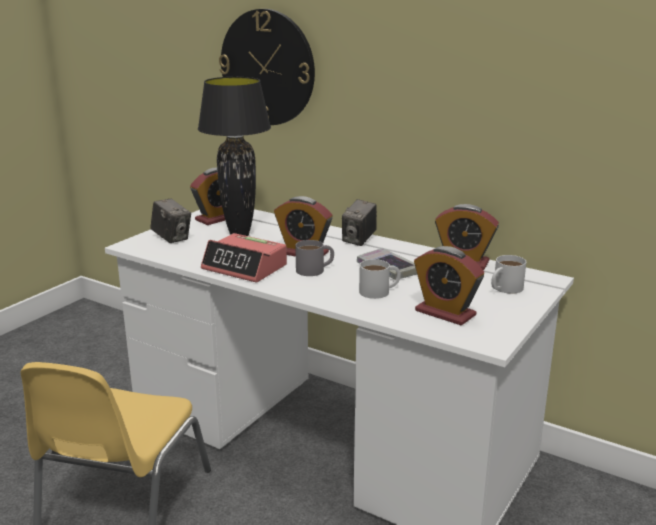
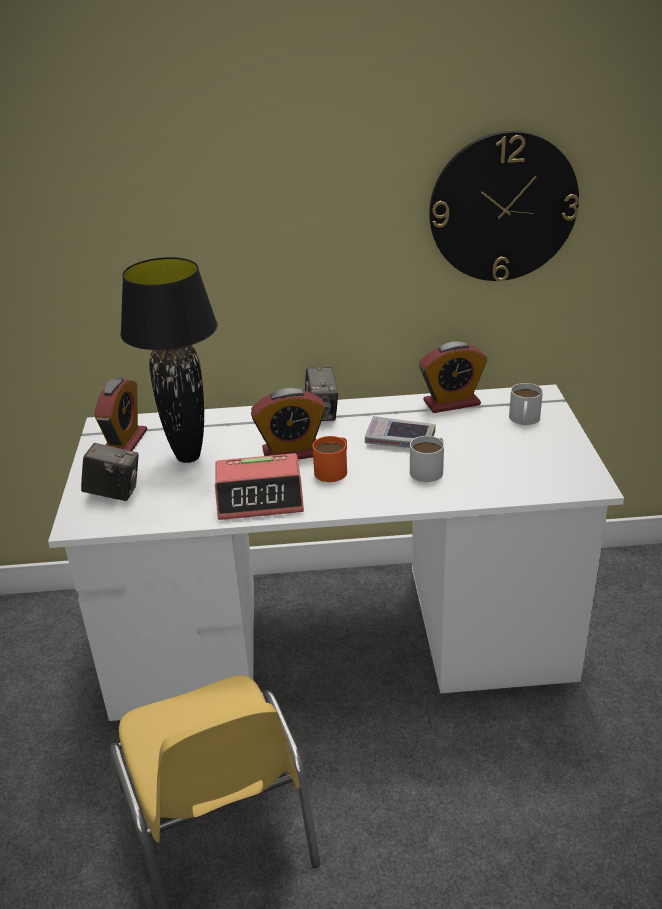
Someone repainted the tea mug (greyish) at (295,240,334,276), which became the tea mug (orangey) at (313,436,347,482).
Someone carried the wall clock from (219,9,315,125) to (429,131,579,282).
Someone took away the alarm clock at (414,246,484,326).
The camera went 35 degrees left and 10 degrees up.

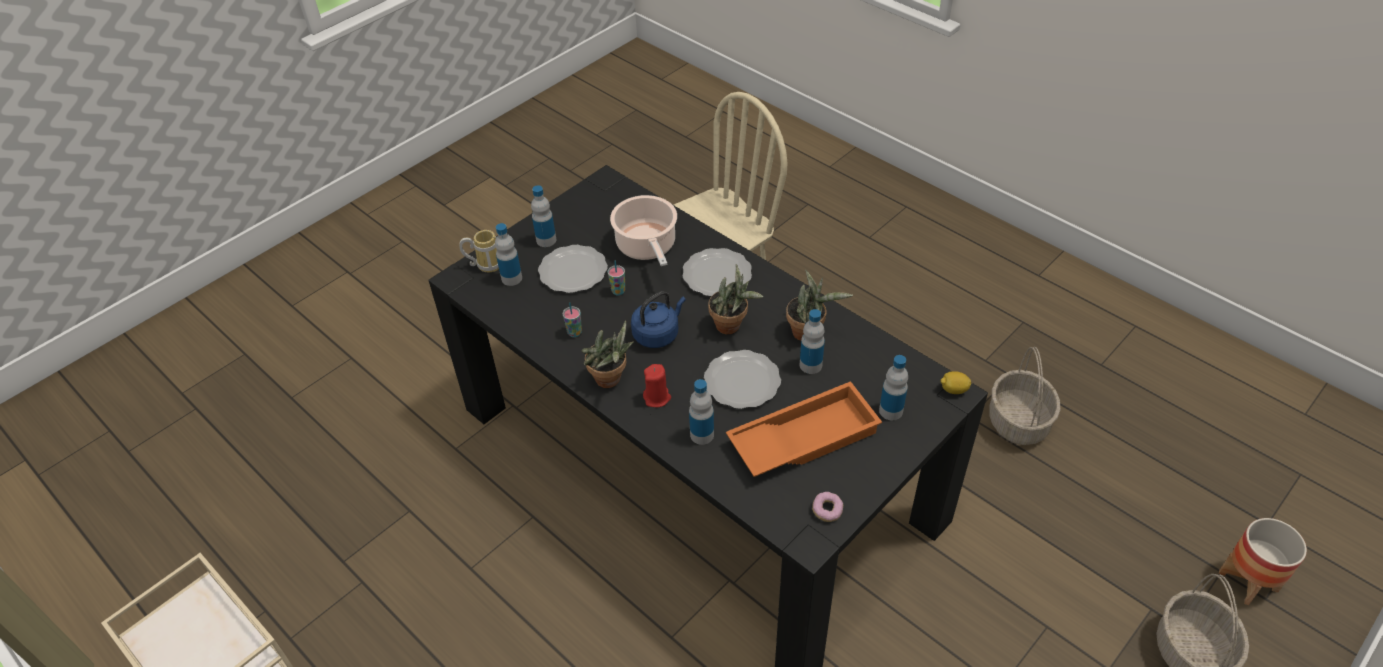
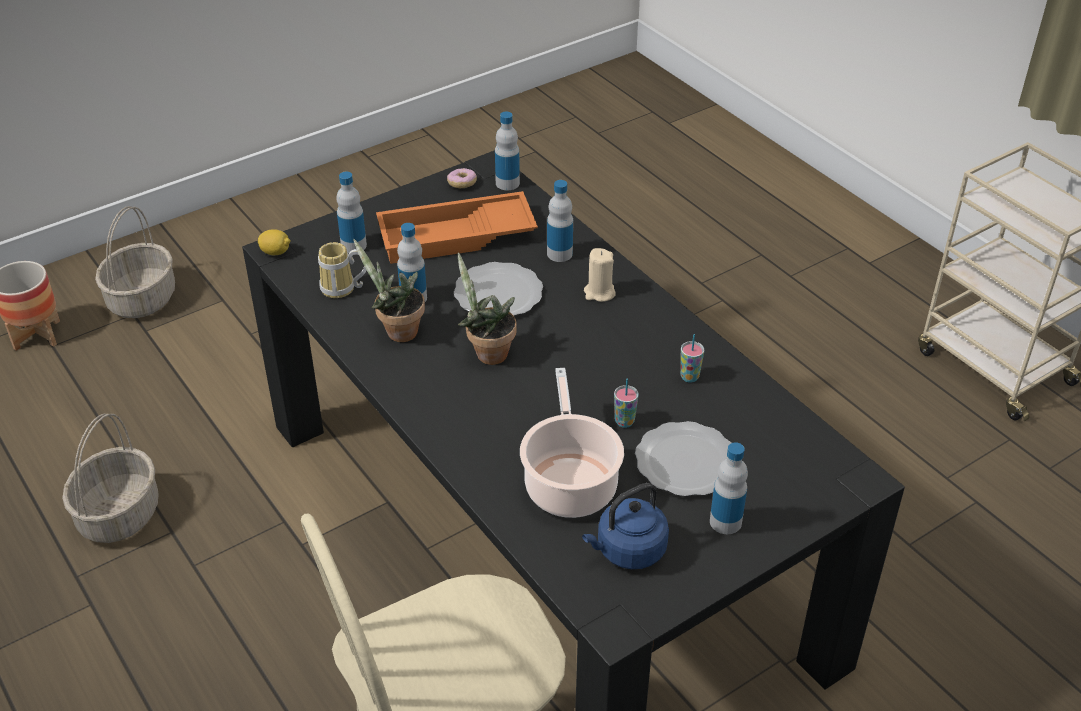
Someone carried the tea mug from (459,230,499,272) to (318,242,367,298).
Someone carried the drink bottle from (495,223,522,286) to (495,112,520,190).
Someone carried the water kettle (bluish) from (631,291,686,348) to (582,483,669,569).
Someone repainted the candle (red) at (643,364,671,407), which became the candle (beige-coloured) at (584,248,616,302).
Someone took away the potted plant at (582,320,634,388).
Someone took away the flat dish at (682,248,752,296).
The camera went 170 degrees left and 5 degrees down.

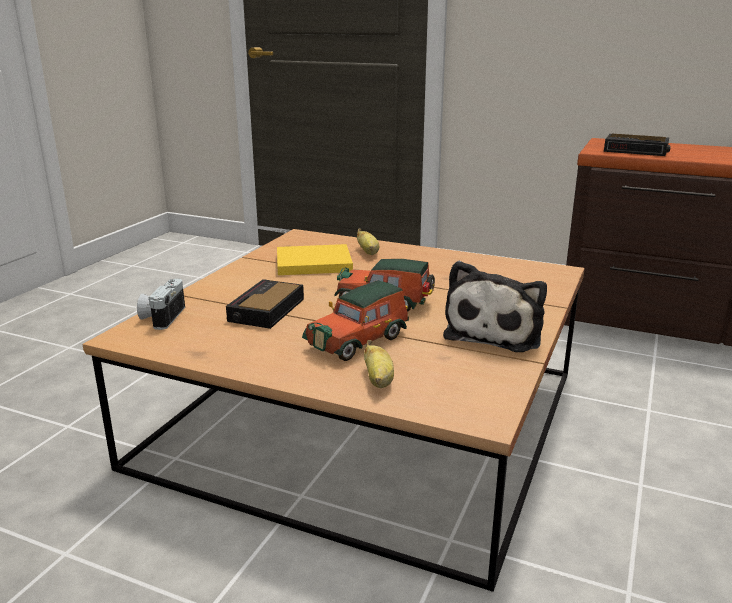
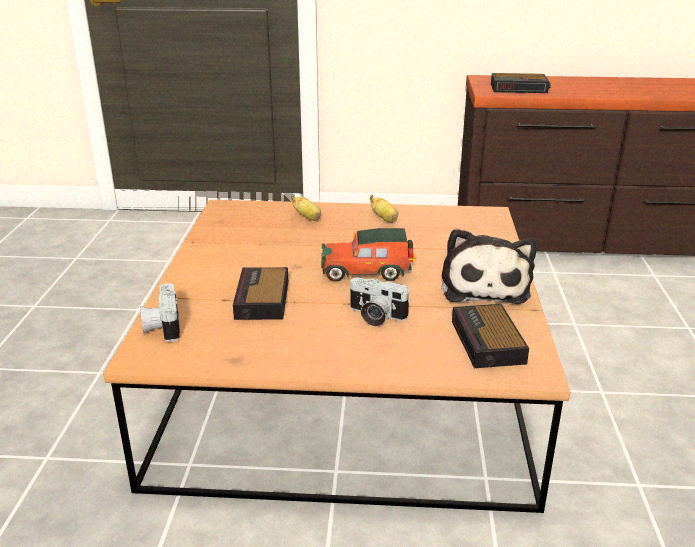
Someone swapped the model car at (302,280,409,361) for the photo camera at (349,278,411,326).
Someone carried the whole banana from (364,340,394,388) to (370,195,398,223).
Someone put down the alarm clock at (452,304,529,368).
Someone took away the volume (yellow-coloured) at (277,244,353,275).
The camera went 20 degrees left and 5 degrees up.

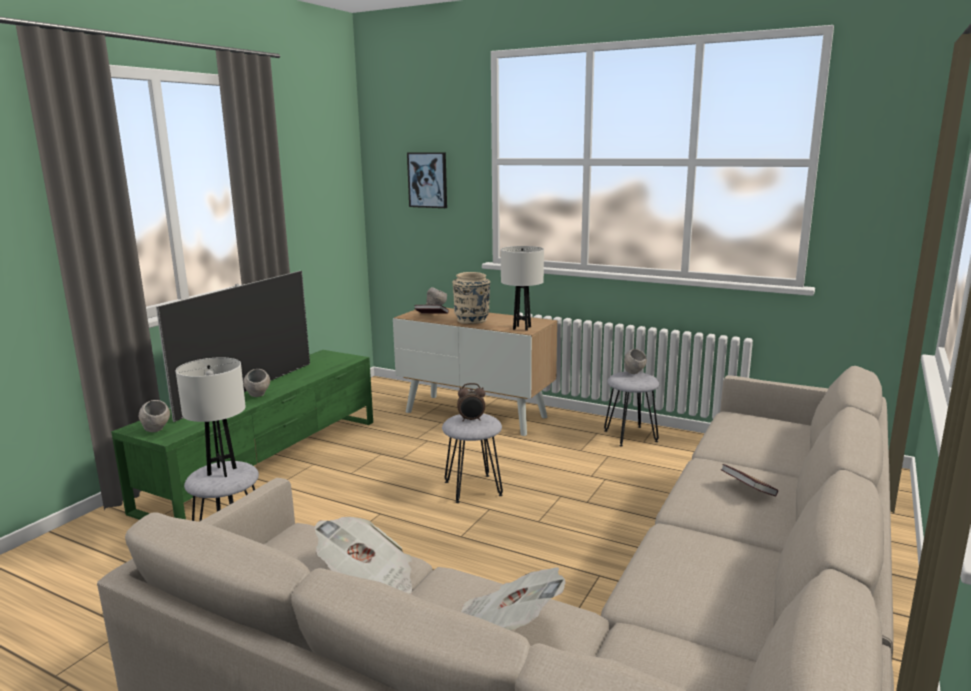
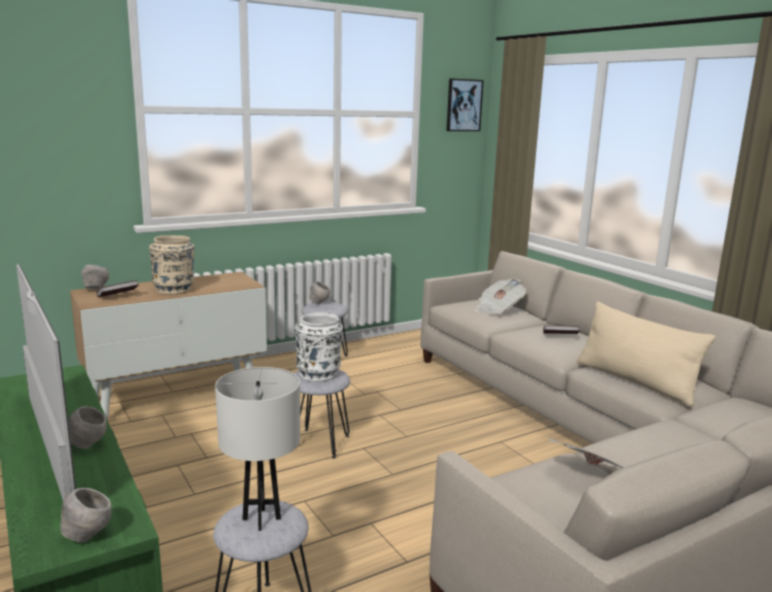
Someone swapped the alarm clock at (457,383,486,421) for the decorative vase (white-coloured) at (295,313,343,382).
Someone carried the picture from (407,152,447,208) to (446,78,484,131).
Someone carried the daily paper from (461,567,566,630) to (474,279,526,315).
Someone put down the pillow (beige-coloured) at (577,301,716,407).
Someone took away the tabletop lamp (white-coloured) at (501,246,544,331).
The camera went 60 degrees left and 0 degrees up.

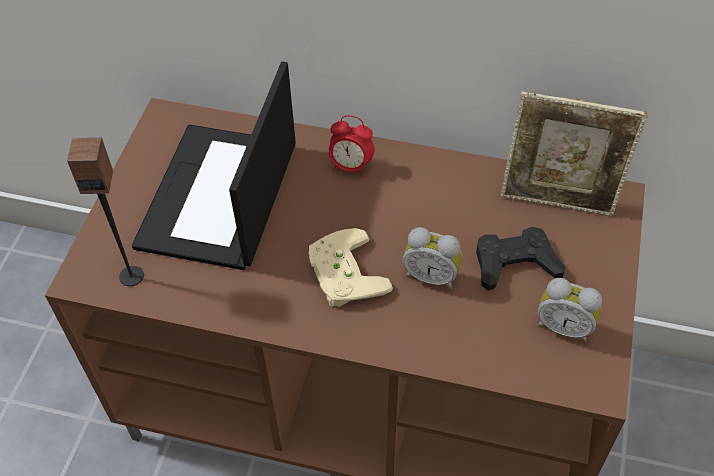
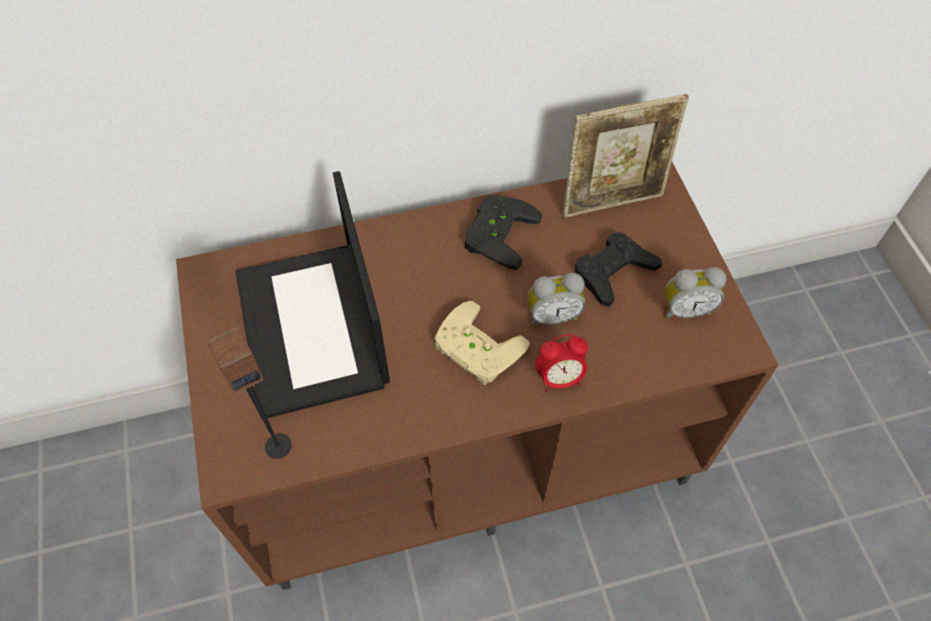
Someone put down the gamepad (blackish) at (465,195,542,270).
Someone carried the alarm clock from (329,115,374,177) to (535,334,588,392).
The camera went 30 degrees left and 5 degrees up.

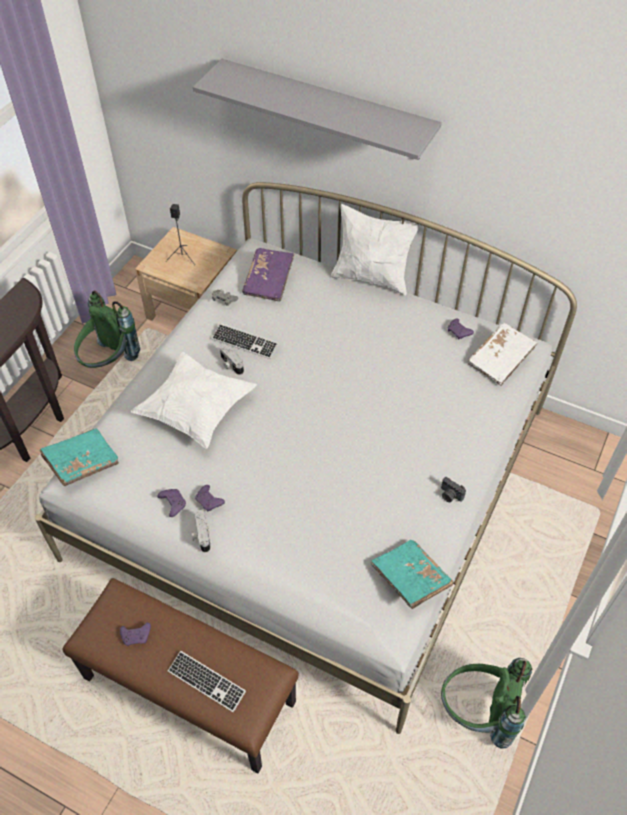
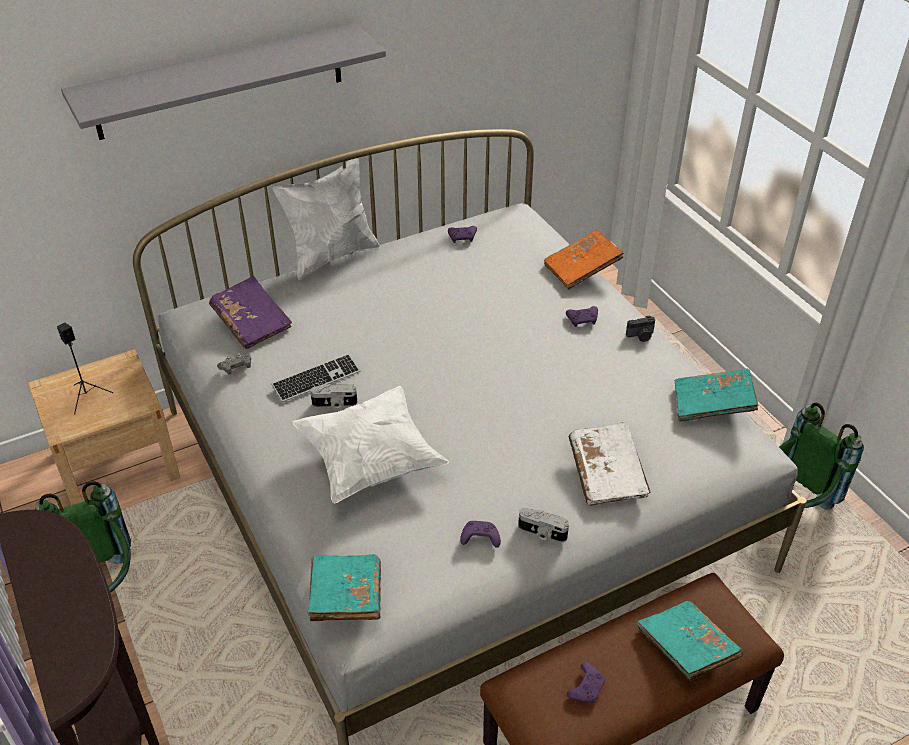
Someone put down the volume (orangey) at (544,230,624,289).
Someone carried the gamepad (purple) from (195,485,225,512) to (566,306,598,327).
Someone carried the volume (white-coloured) from (468,323,537,386) to (569,422,650,506).
Someone swapped the computer keyboard at (168,651,246,712) for the volume (turquoise-coloured) at (637,601,743,681).
The camera went 55 degrees left and 10 degrees down.

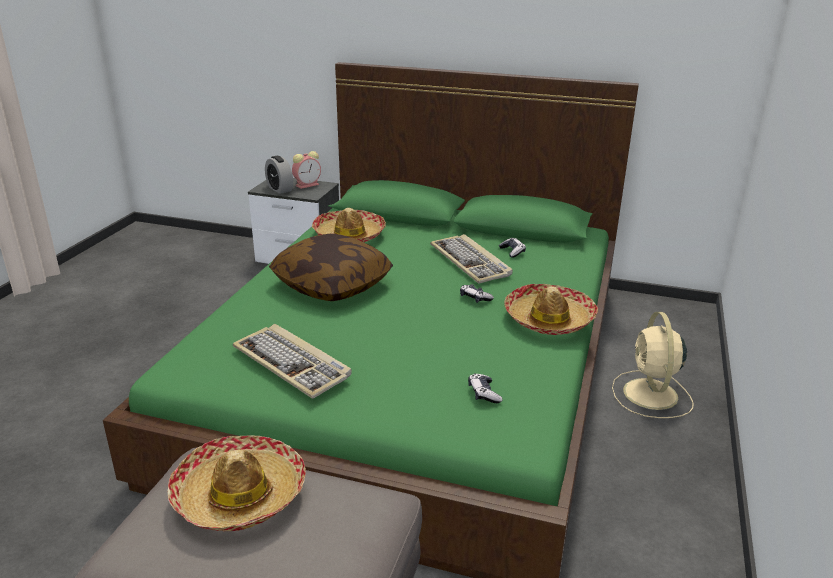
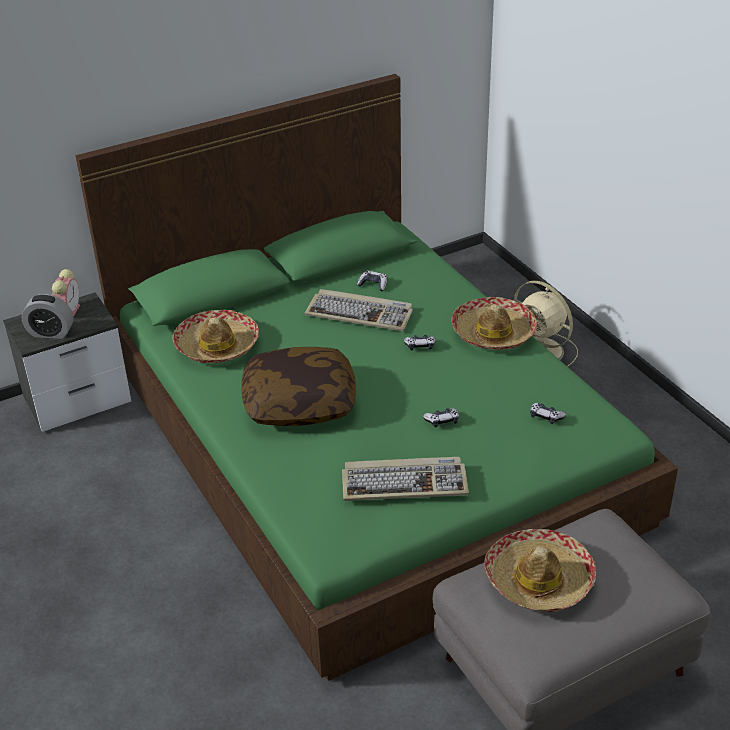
Someone put down the gamepad at (423,408,459,428).
The camera went 45 degrees left and 10 degrees up.

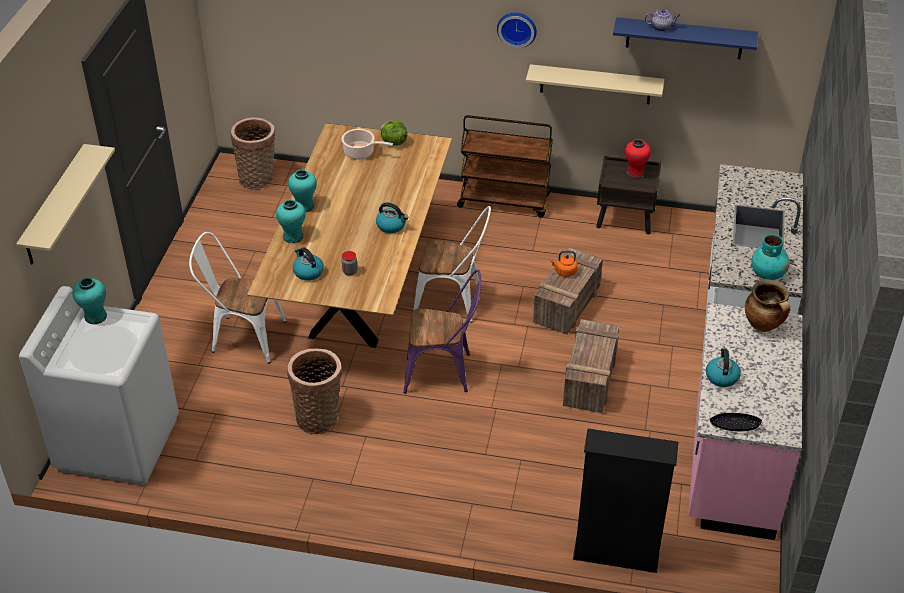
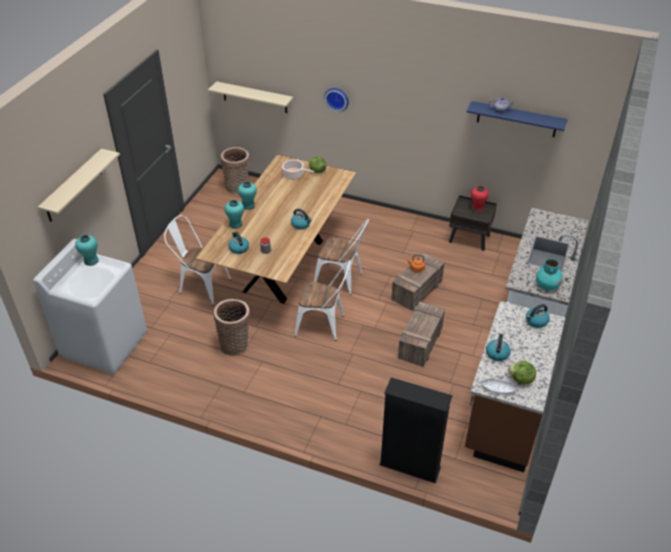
Someone carried the bracket shelf (beige-coloured) from (526,64,664,104) to (208,81,293,113).
Someone repainted the plain chair (purple) at (403,270,481,394), which became the plain chair (white-coloured) at (294,260,351,341).
Someone carried the wall clock from (497,12,537,48) to (324,88,349,112).
Someone repainted the kitchen base unit (pink) at (688,303,802,540), which became the kitchen base unit (brownish) at (465,301,565,472).
Someone repainted the serving bowl (blackish) at (710,413,762,431), which became the serving bowl (white-coloured) at (481,379,517,394).
Someone put down the lettuce at (508,361,536,384).
Someone swapped the stockpot at (745,279,790,332) for the water kettle at (526,304,549,328).
Someone took away the cart (brownish) at (457,115,553,218).
The camera went 10 degrees right and 0 degrees up.

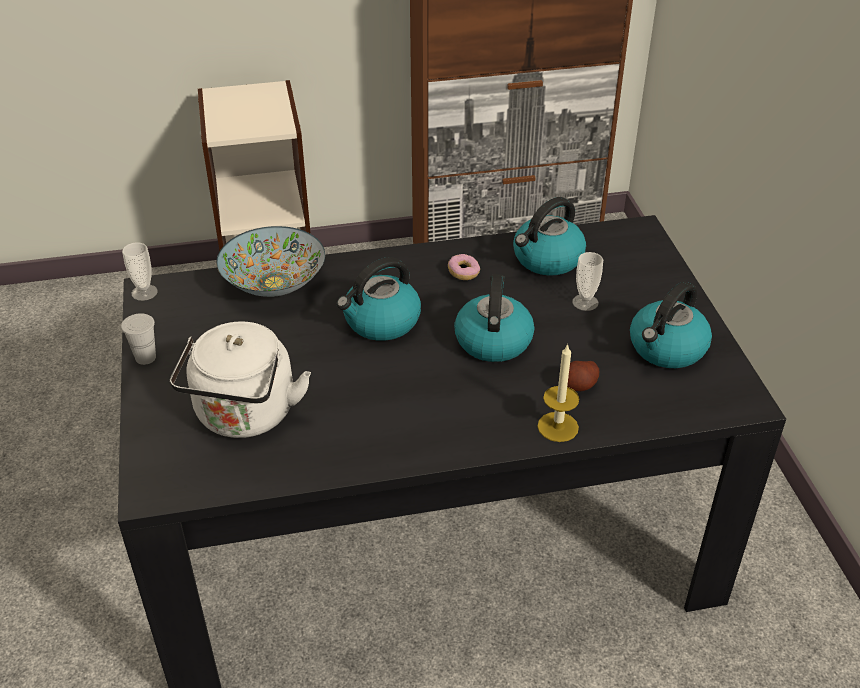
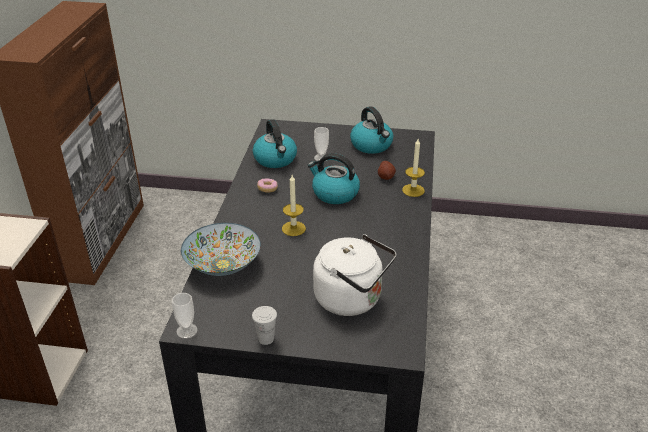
Someone swapped the water kettle at (337,257,421,341) for the candle at (282,175,306,236).
The camera went 70 degrees left and 5 degrees down.

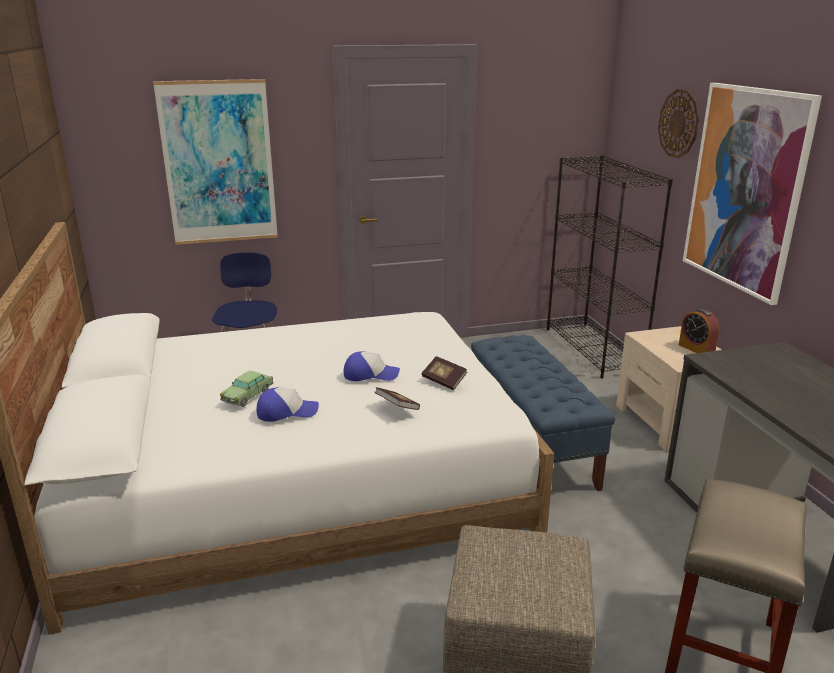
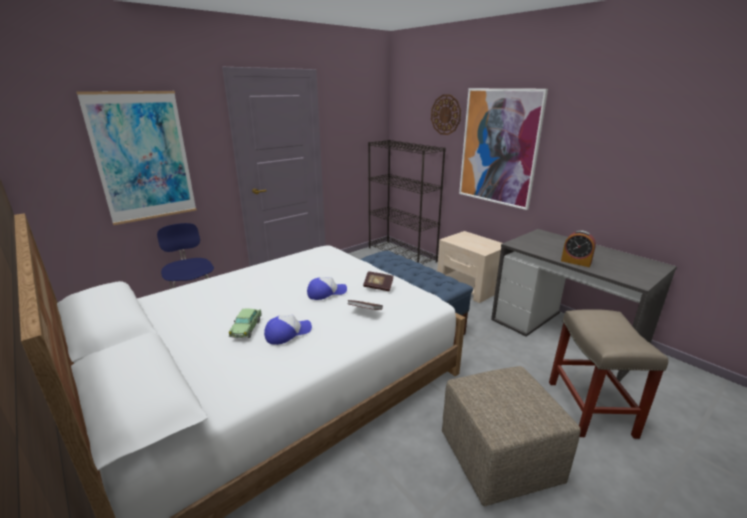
Someone carried the alarm clock from (679,308,719,353) to (561,230,596,267).
The camera went 25 degrees left and 0 degrees up.

